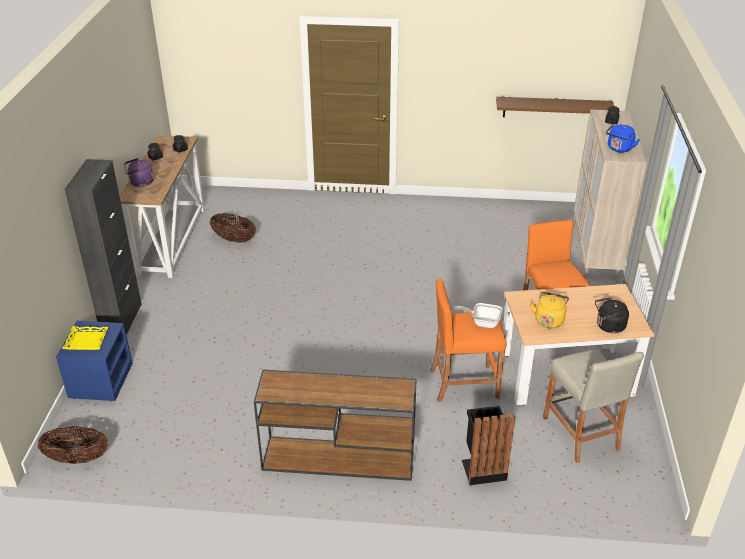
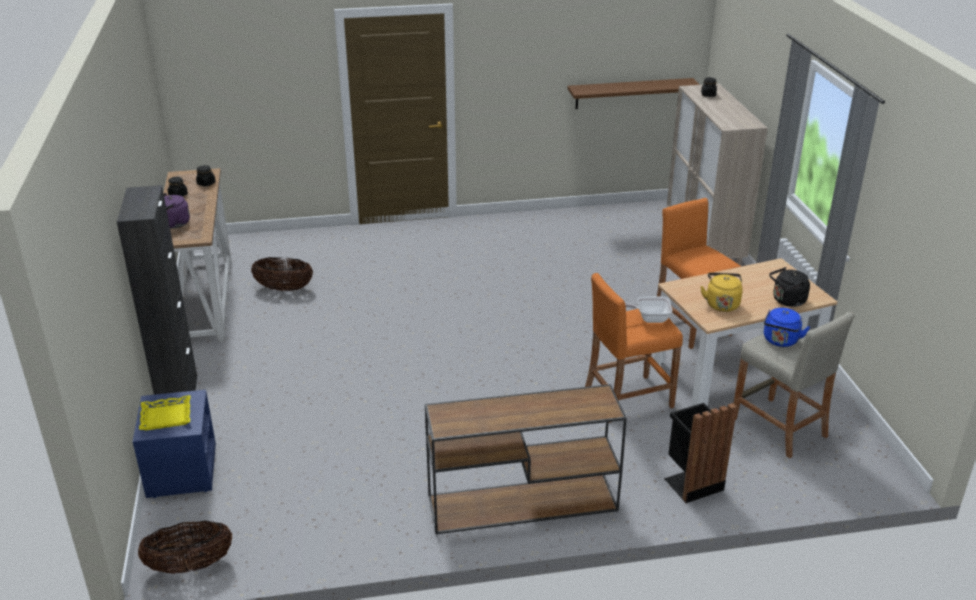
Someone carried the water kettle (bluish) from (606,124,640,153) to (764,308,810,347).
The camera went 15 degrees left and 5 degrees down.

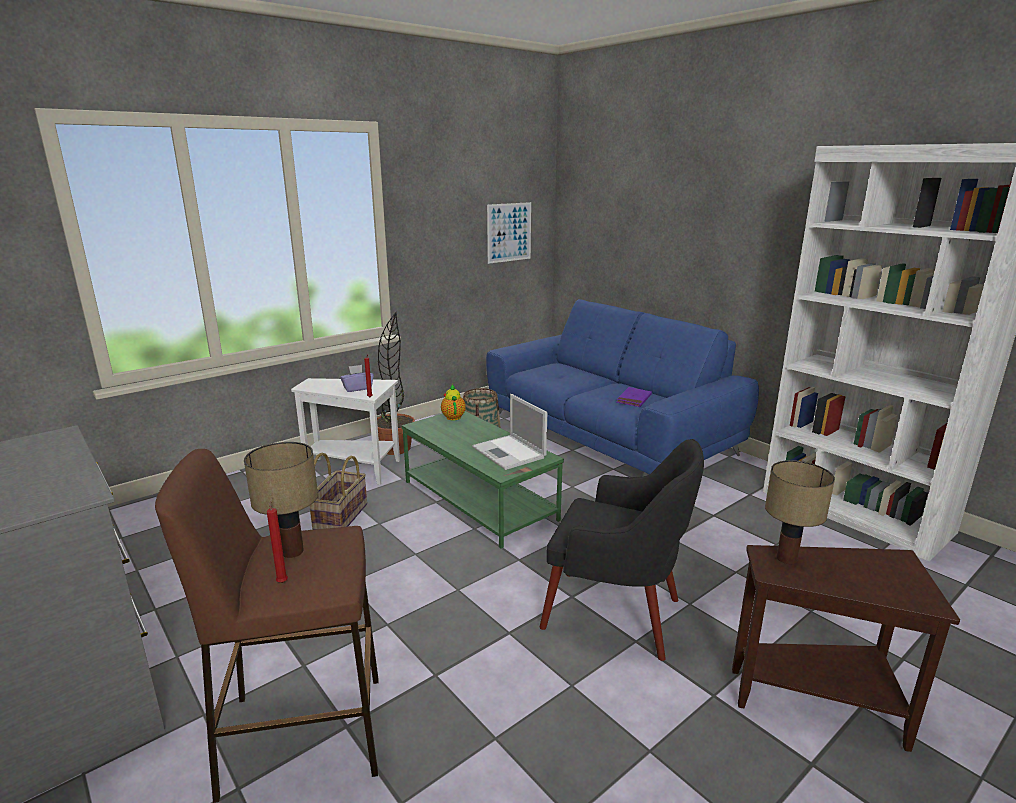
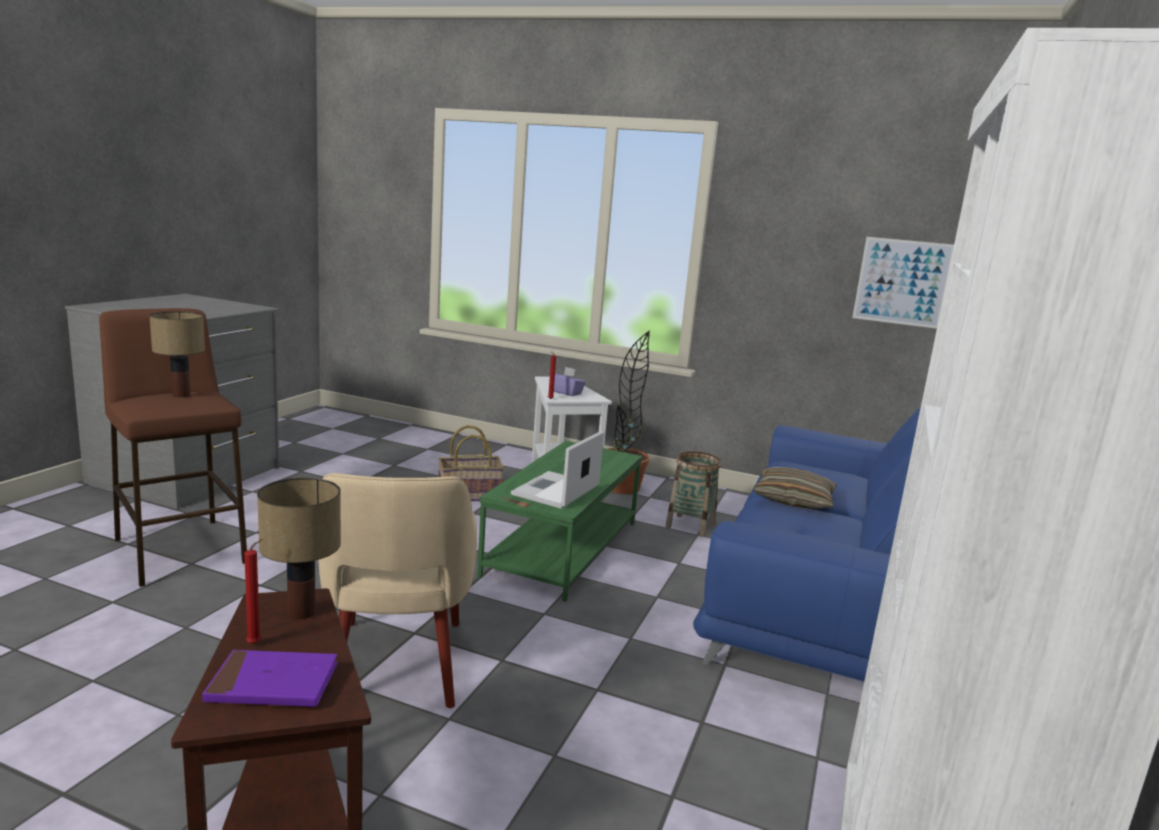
Someone carried the volume (purple) from (616,387,652,407) to (202,650,338,707).
Someone carried the candle (red) from (267,497,288,583) to (244,539,262,644).
Someone repainted the armchair (blackish) at (540,439,704,661), which became the armchair (beige-coloured) at (318,473,477,708).
Someone put down the pillow at (754,467,837,509).
Someone took away the pot for tea at (441,384,466,421).
The camera went 60 degrees right and 5 degrees down.

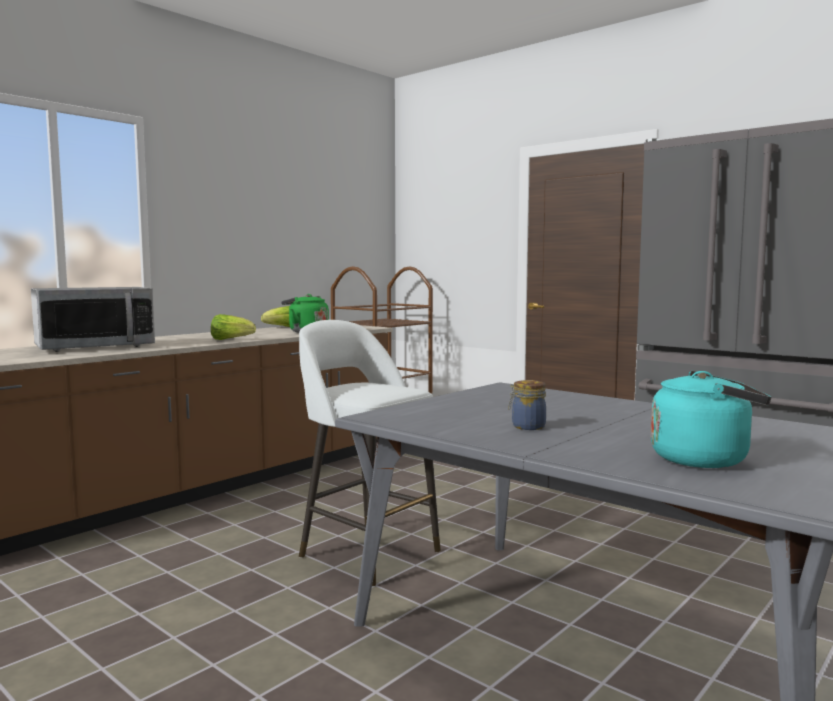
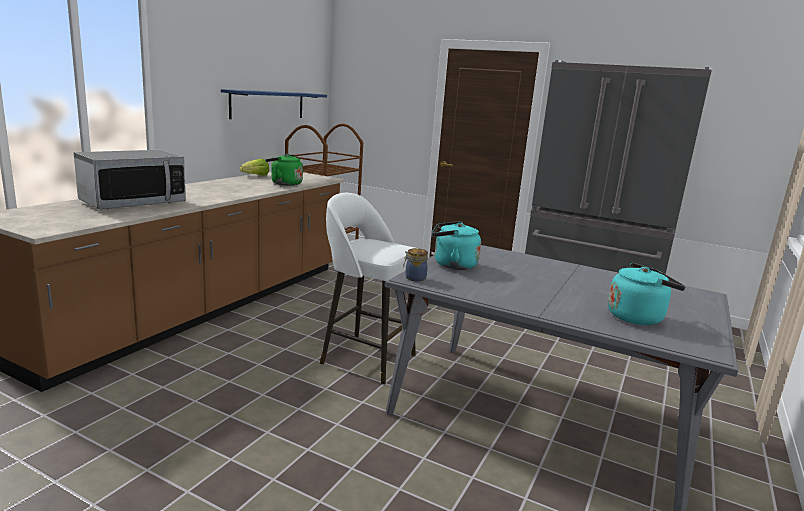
Someone put up the bracket shelf (bluish) at (221,89,327,119).
Someone carried the storage jar from (508,380,546,430) to (403,248,428,282).
Someone put down the water kettle (turquoise-coloured) at (432,221,481,270).
Someone took away the lettuce at (211,314,256,340).
The camera went 15 degrees left and 10 degrees up.

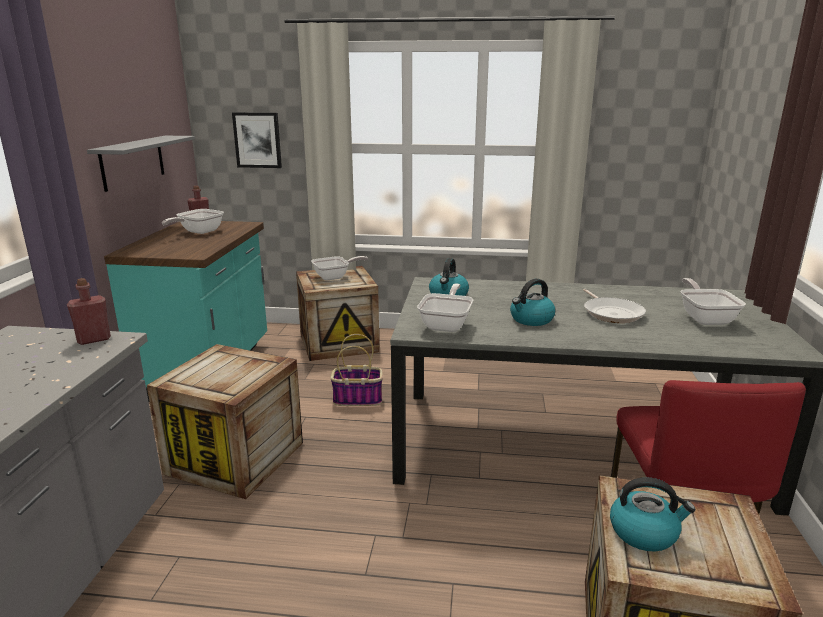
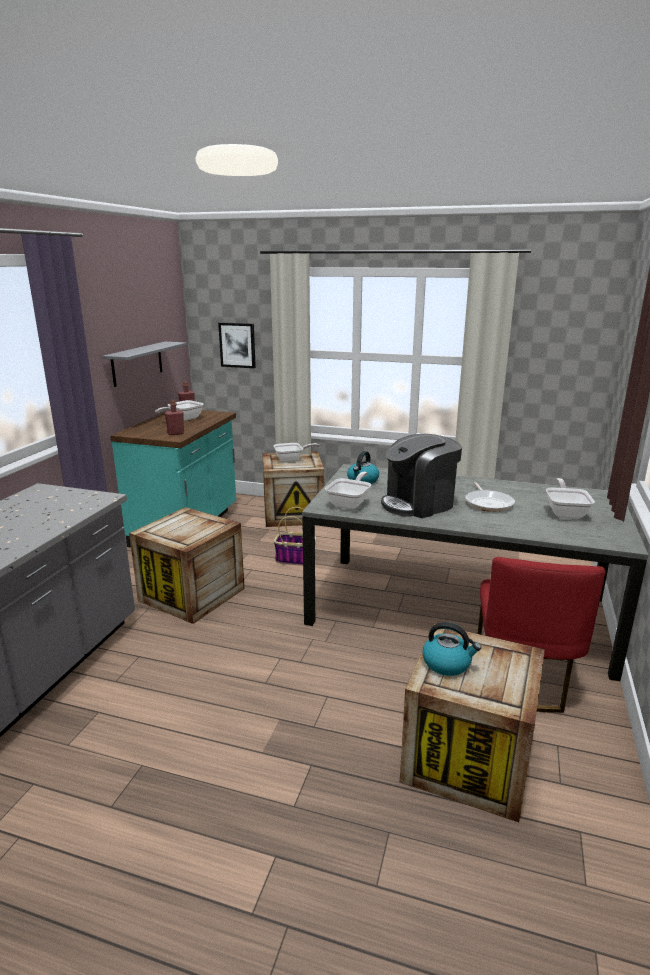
Someone carried the drink bottle (red) from (67,278,111,345) to (165,400,184,435).
Someone swapped the water kettle at (510,279,555,326) for the coffee brewer at (381,434,462,518).
The camera went 10 degrees right and 0 degrees up.

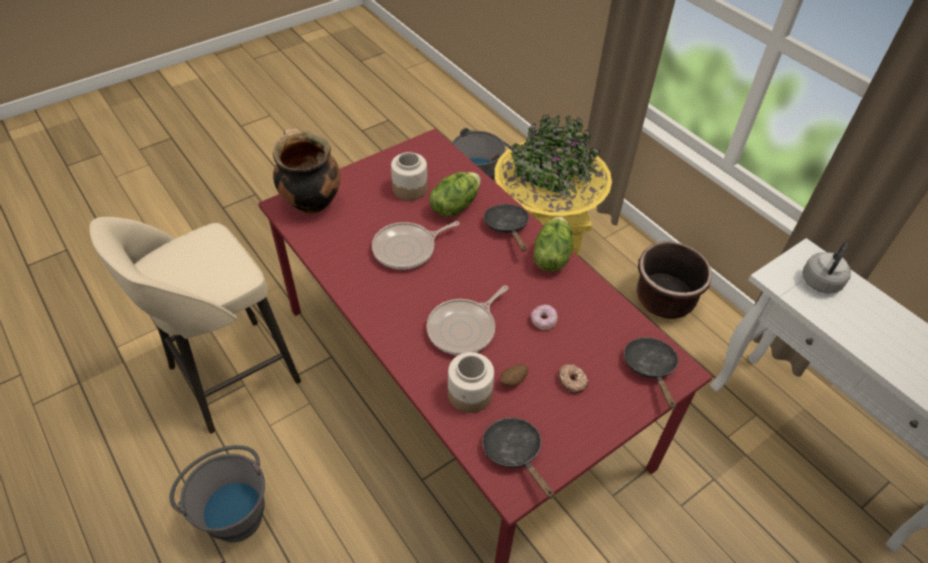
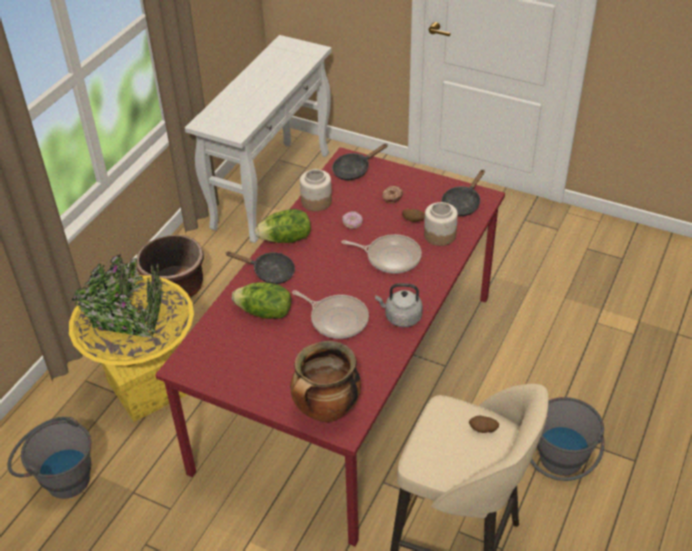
Someone rotated the frying pan (blackish) at (484,204,529,252) by 120 degrees counterclockwise.
Someone carried the storage jar from (391,152,427,201) to (300,169,332,211).
Someone carried the water kettle (greyish) from (802,242,851,294) to (375,283,423,327).
Someone put down the spud at (469,416,499,433).
The camera went 115 degrees left and 5 degrees down.

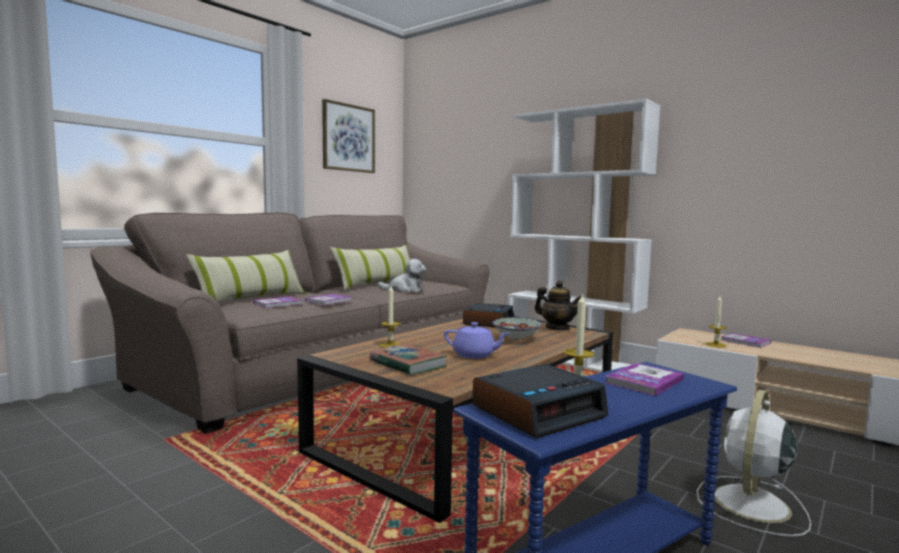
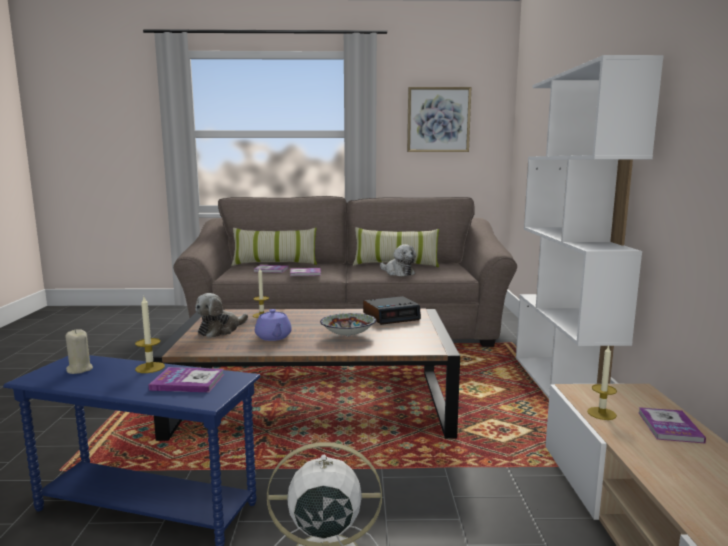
Someone swapped the alarm clock at (473,364,608,438) for the candle (beige-coloured) at (65,329,93,374).
Someone swapped the volume at (369,344,447,375) for the cuddly toy at (195,293,248,338).
Someone took away the pot for tea at (535,280,581,330).
The camera went 50 degrees right and 5 degrees up.

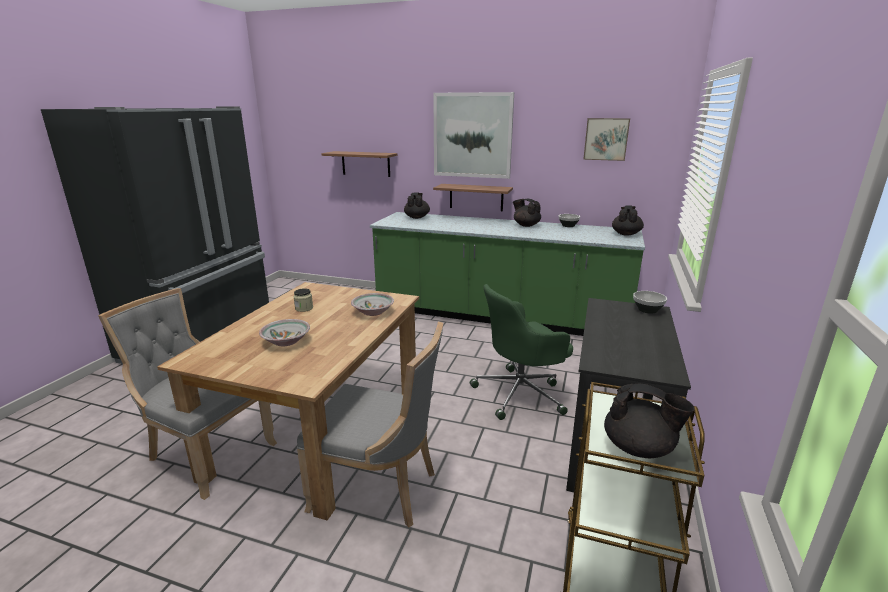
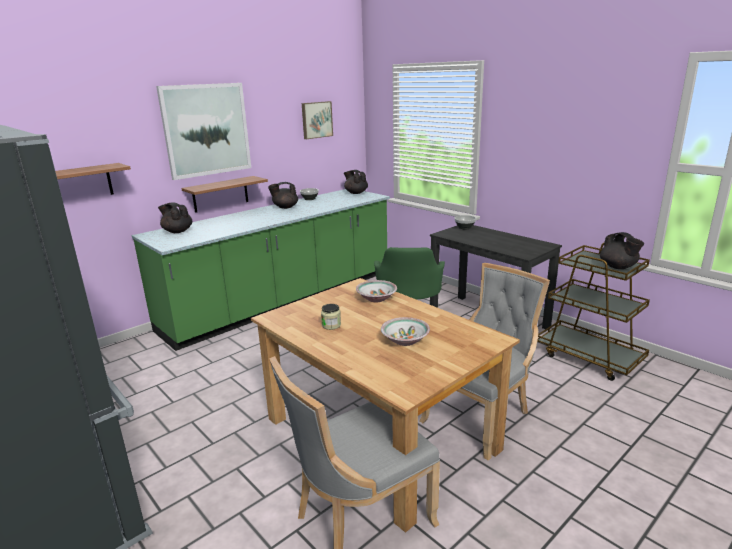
Someone rotated the pot for tea (blackish) at (604,384,695,458) by 105 degrees clockwise.
The camera went 60 degrees left and 0 degrees up.

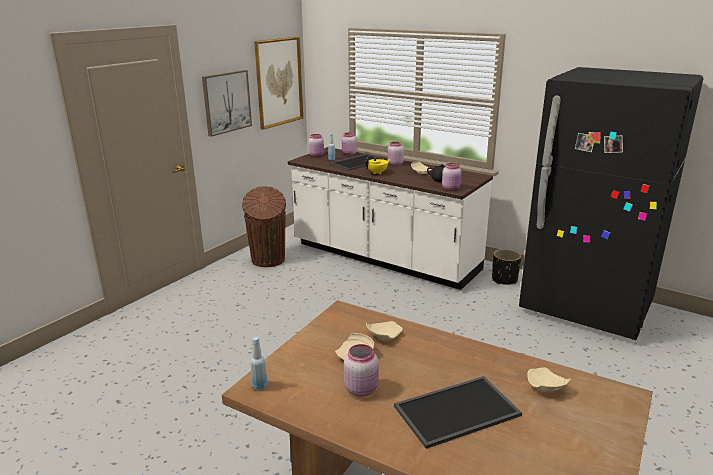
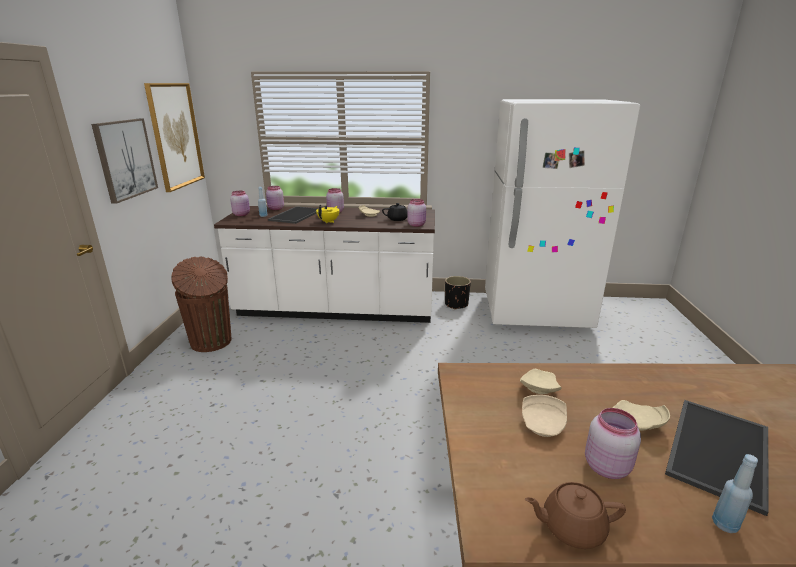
Someone repainted the refrigerator (blackish) at (519,67,703,340), which became the refrigerator (white-coloured) at (485,99,640,328).
Someone put down the pot for tea (brownish) at (525,482,626,549).
Someone carried the flat dish (beige-coloured) from (527,367,571,392) to (613,400,670,431).
Someone carried the drink bottle (bluish) from (250,337,268,390) to (712,454,758,533).
The camera went 30 degrees left and 0 degrees up.

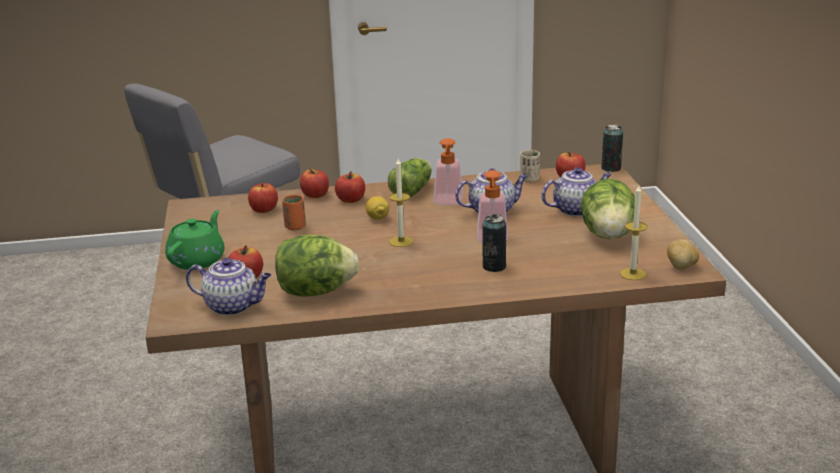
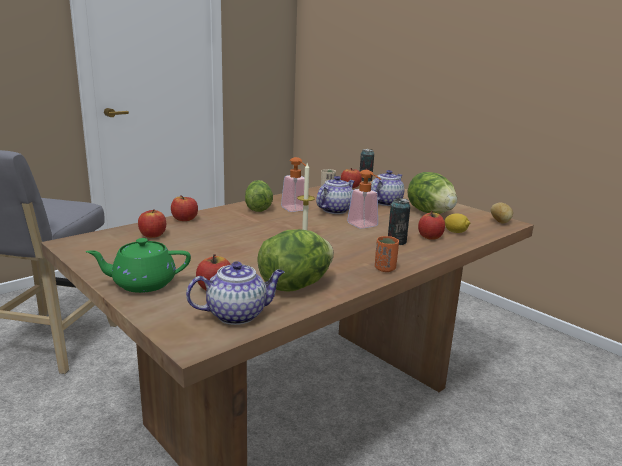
Someone rotated the pot for tea (greenish) at (165,210,224,270) by 90 degrees counterclockwise.
Someone carried the drinking cup (orangey) from (282,195,306,230) to (375,236,399,272).
Someone carried the apple from (335,172,365,203) to (418,211,445,240).
Someone carried the lemon from (366,196,389,220) to (445,213,470,233).
Someone took away the candle at (620,185,648,280).
The camera went 35 degrees left and 5 degrees down.

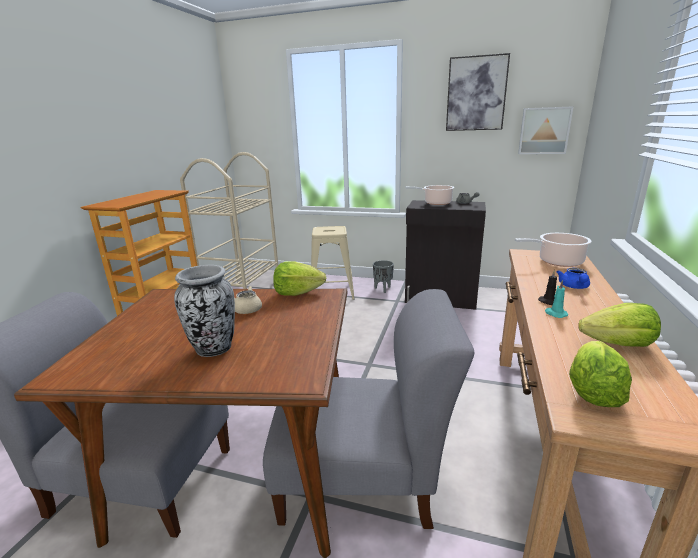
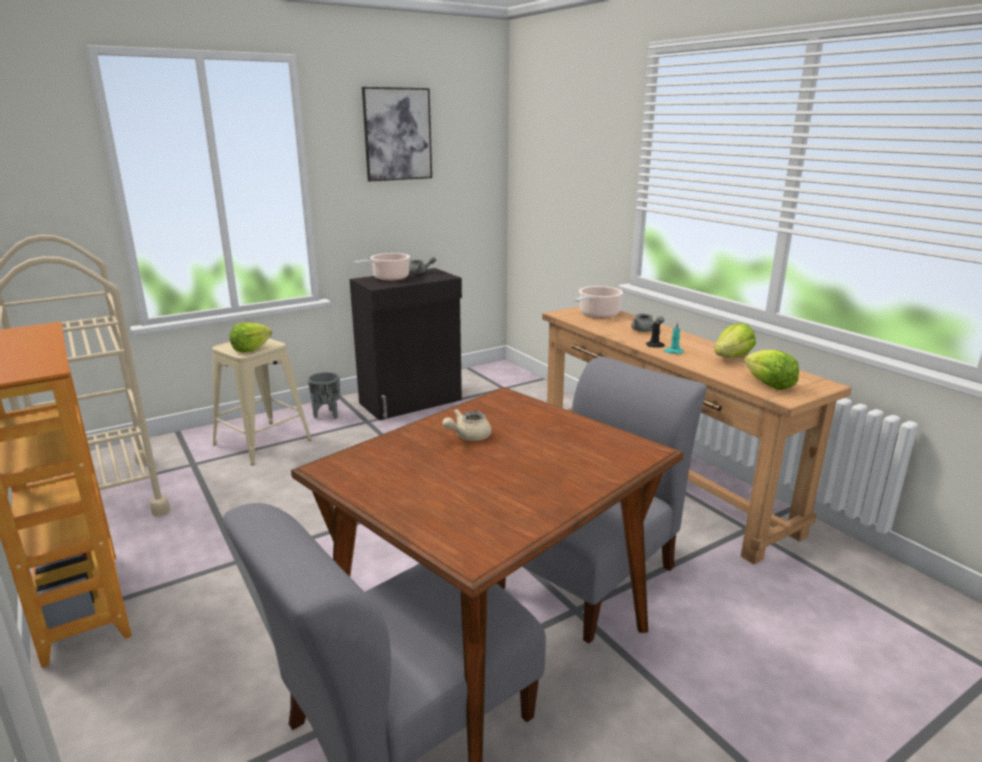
Someone carried the lettuce from (273,261,326,296) to (229,322,272,353).
Someone repainted the pot for tea (bluish) at (557,268,590,289), which became the pot for tea (greyish) at (631,314,664,332).
Someone took away the decorative vase at (174,265,235,357).
Someone took away the picture at (518,106,574,154).
The camera went 50 degrees left and 0 degrees up.

